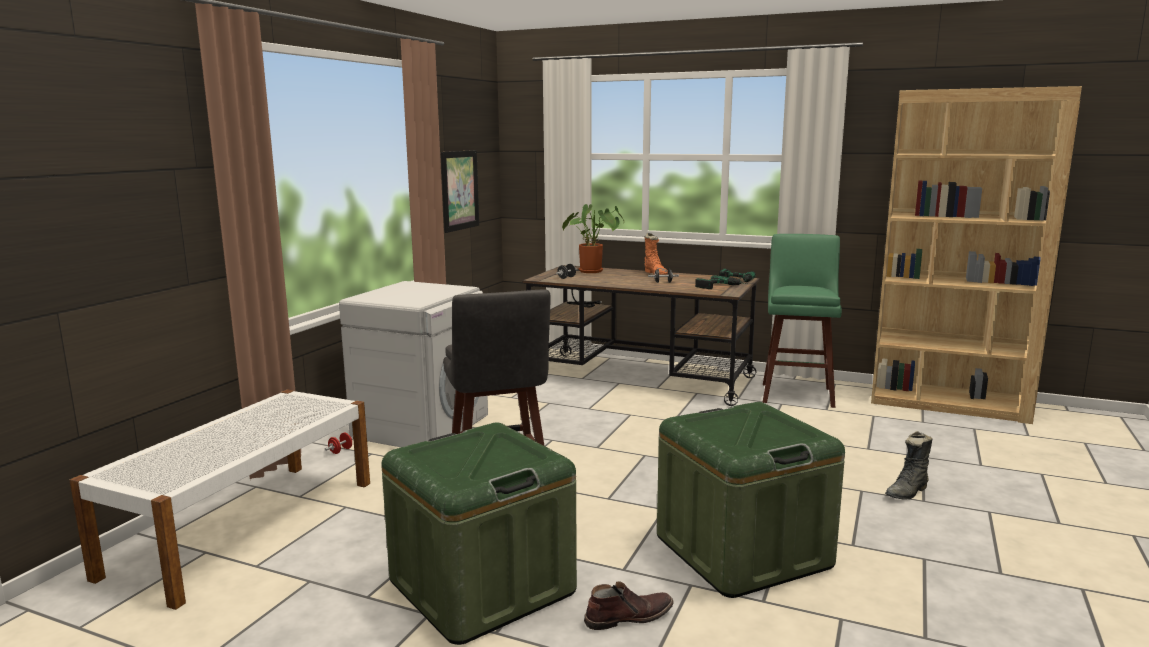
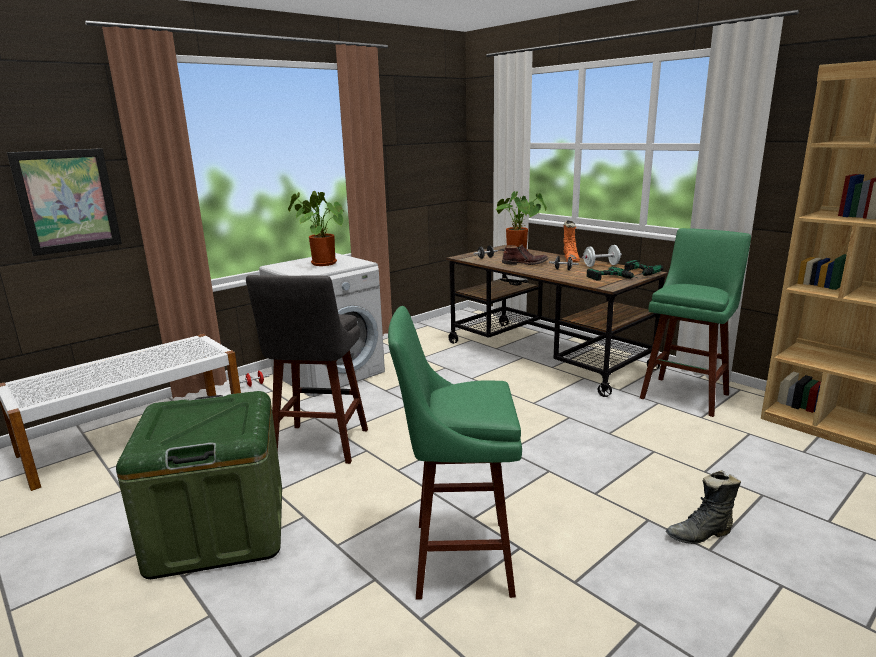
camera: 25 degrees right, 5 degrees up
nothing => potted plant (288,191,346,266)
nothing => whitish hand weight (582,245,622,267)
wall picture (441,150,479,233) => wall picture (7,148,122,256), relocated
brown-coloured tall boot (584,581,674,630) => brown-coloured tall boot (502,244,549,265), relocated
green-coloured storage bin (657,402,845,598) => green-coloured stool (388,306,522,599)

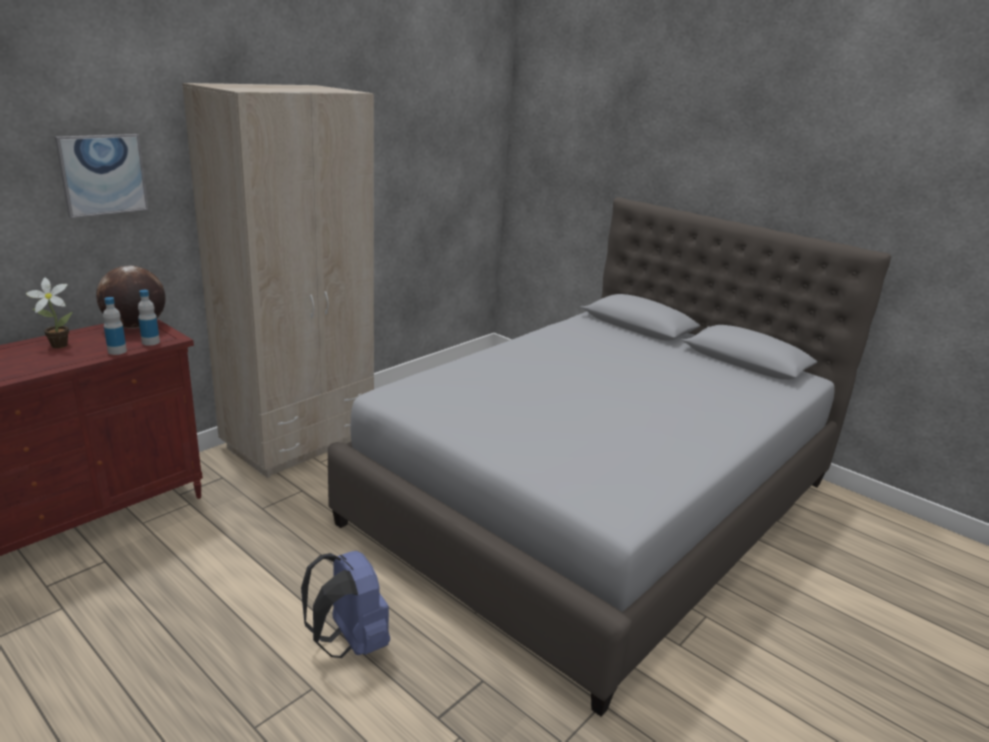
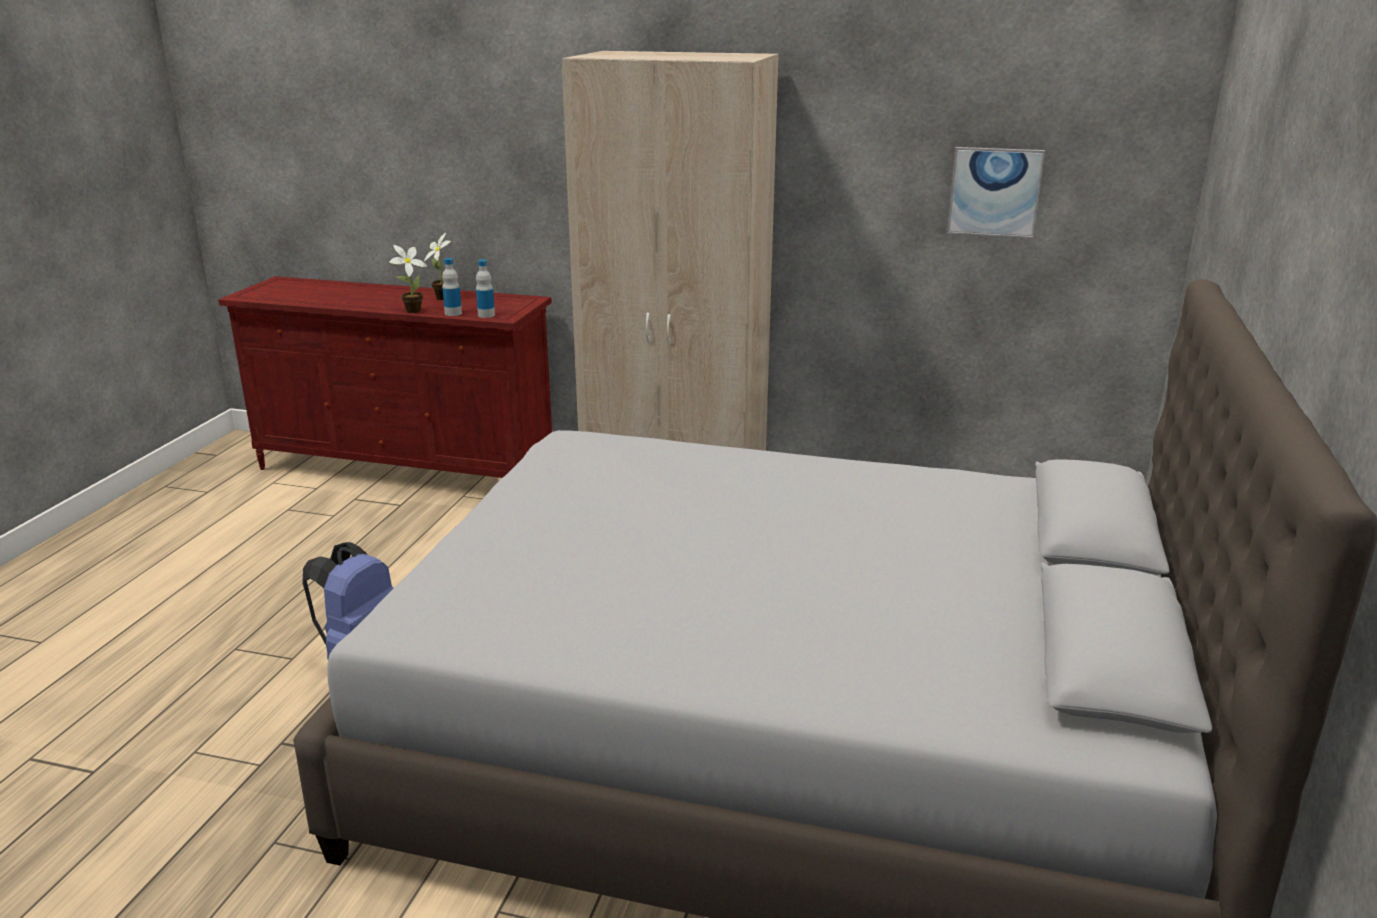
camera: 65 degrees right, 0 degrees up
world globe (96,266,166,329) => nothing
nothing => potted plant (389,245,427,313)
wall picture (55,134,148,218) => wall picture (947,147,1045,238), relocated

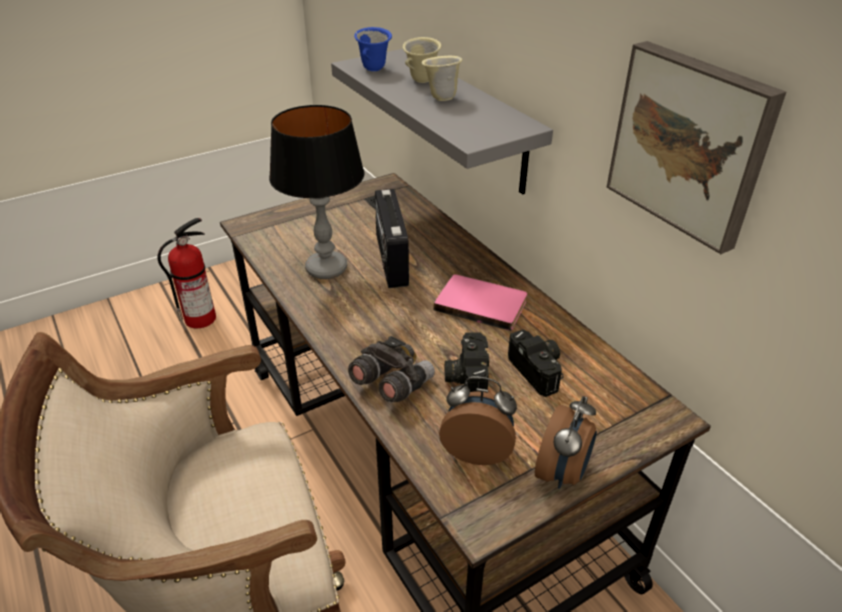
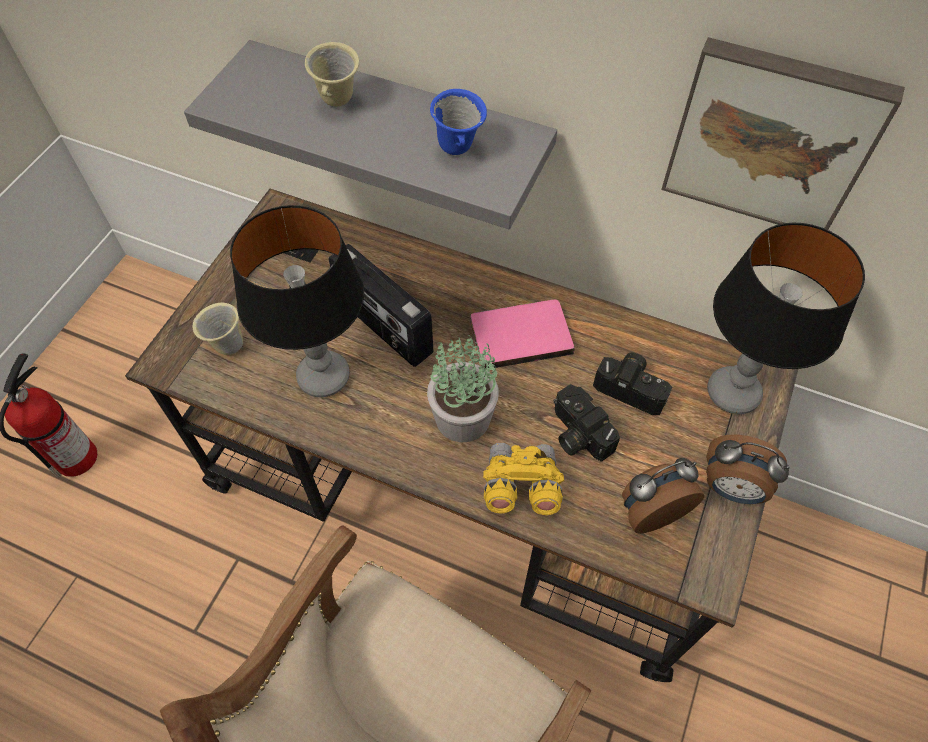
camera: 35 degrees left, 20 degrees up
nothing => potted plant (427,335,499,442)
nothing => tabletop lamp (707,223,865,414)
blue coffee mug (354,27,392,71) => blue coffee mug (430,89,487,155), relocated
beige-coloured coffee mug (422,56,462,101) => beige-coloured coffee mug (192,303,243,355), relocated
greyish binoculars (348,336,435,403) => yellow-coloured binoculars (483,443,564,516)
bedside clock (535,396,597,489) => bedside clock (706,435,790,504), 120 degrees clockwise

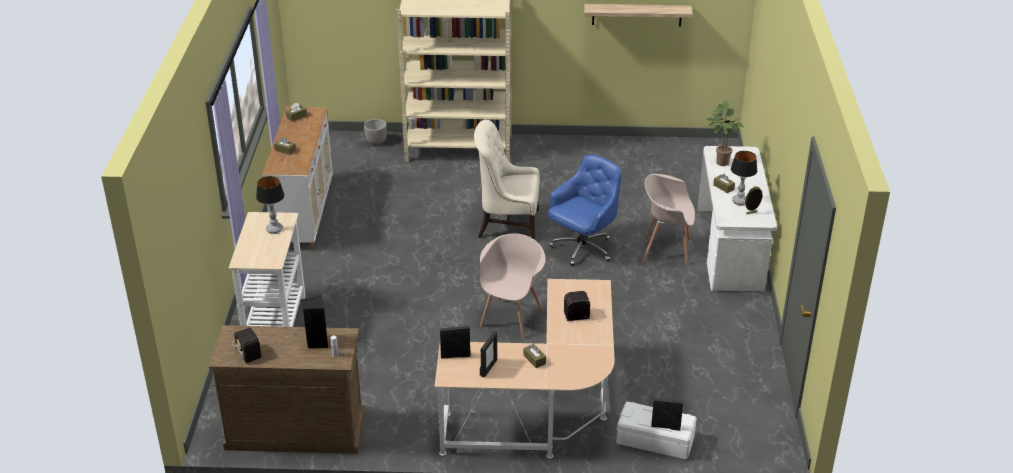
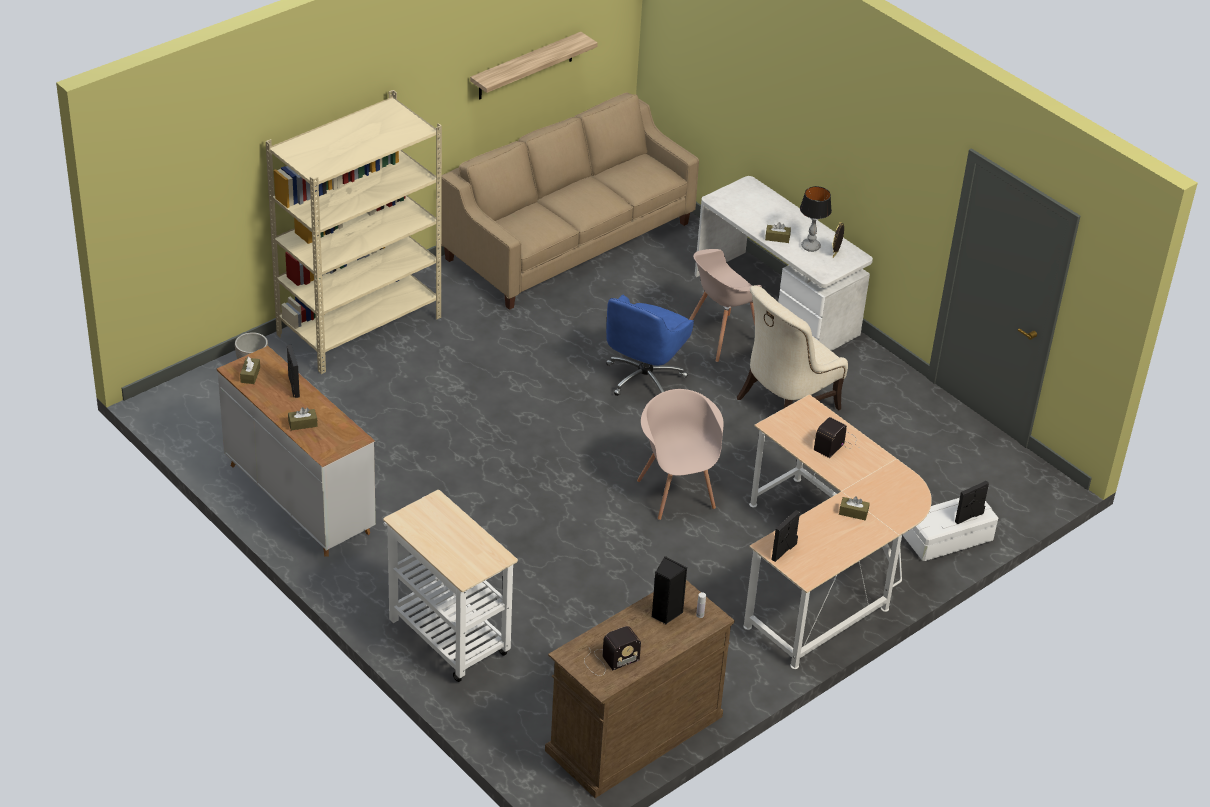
camera: 45 degrees left, 5 degrees up
tabletop lamp (256,176,284,234) => nothing
potted plant (707,101,744,166) => nothing
nothing => beige-coloured settee (441,93,699,310)
beige-coloured easy chair (474,120,540,241) => beige-coloured easy chair (737,286,848,410), relocated
picture frame (480,331,497,378) => picture frame (287,345,300,398), relocated
radio receiver (233,327,263,363) => radio receiver (584,626,641,676), 45 degrees counterclockwise
blue office chair (548,154,621,266) => blue office chair (606,294,694,396), 150 degrees counterclockwise

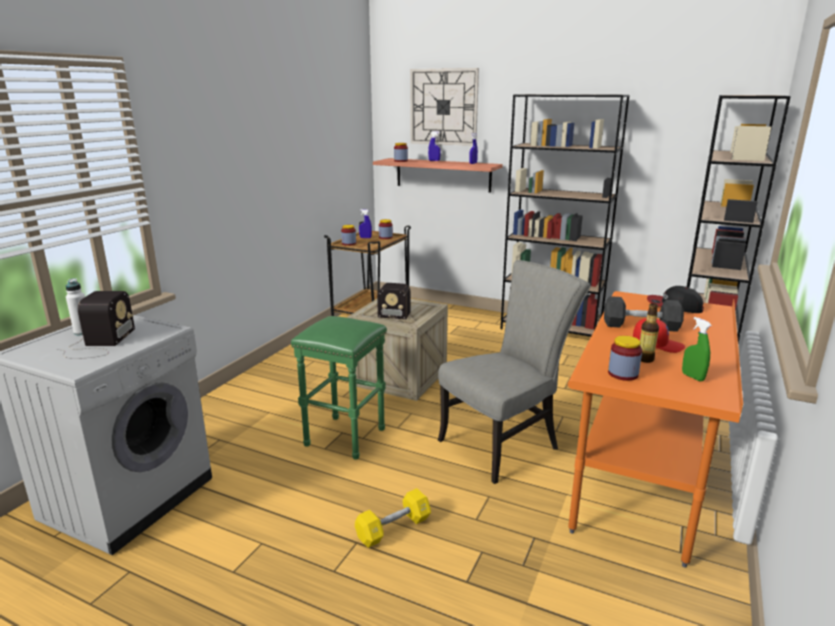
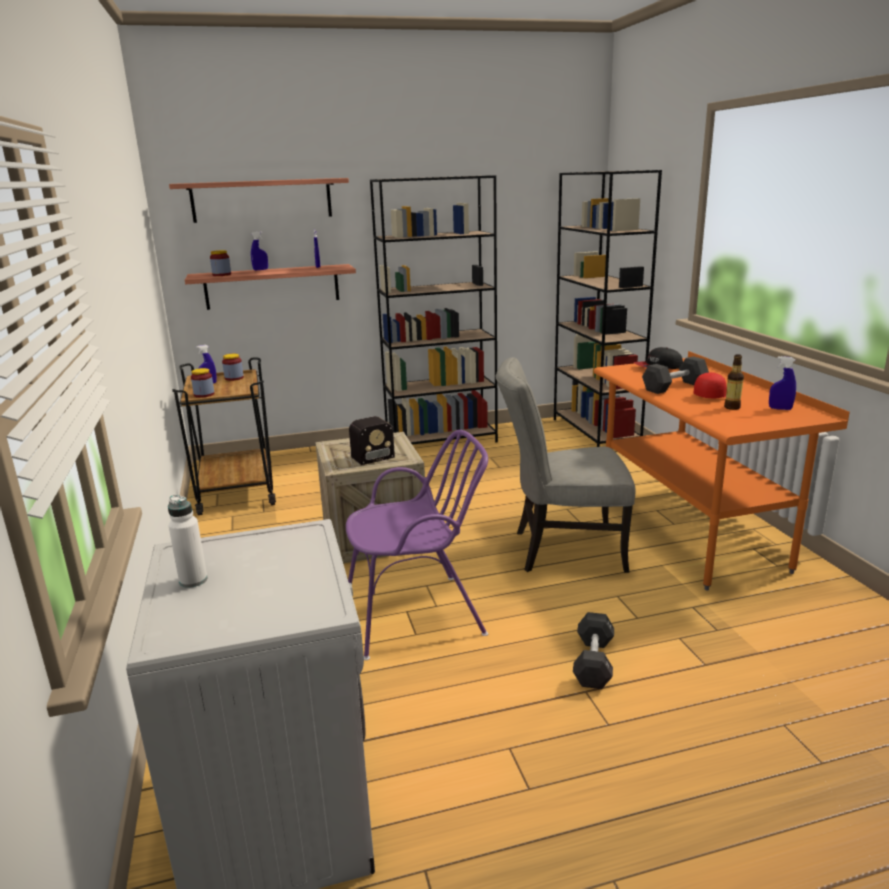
camera: 40 degrees left, 0 degrees up
radio receiver (56,291,135,359) => nothing
jar (608,336,642,381) => nothing
green-coloured stool (291,316,387,460) => purple-coloured chair (346,430,488,660)
hanging clock (410,68,479,146) => bracket shelf (169,178,349,223)
yellow-coloured hand weight (355,488,431,548) => black-coloured hand weight (573,612,614,689)
green-coloured hand sprayer (682,317,712,382) => blue hand sprayer (769,356,796,410)
greyish chair (438,260,591,484) => greyish chair (496,357,636,573), 105 degrees counterclockwise

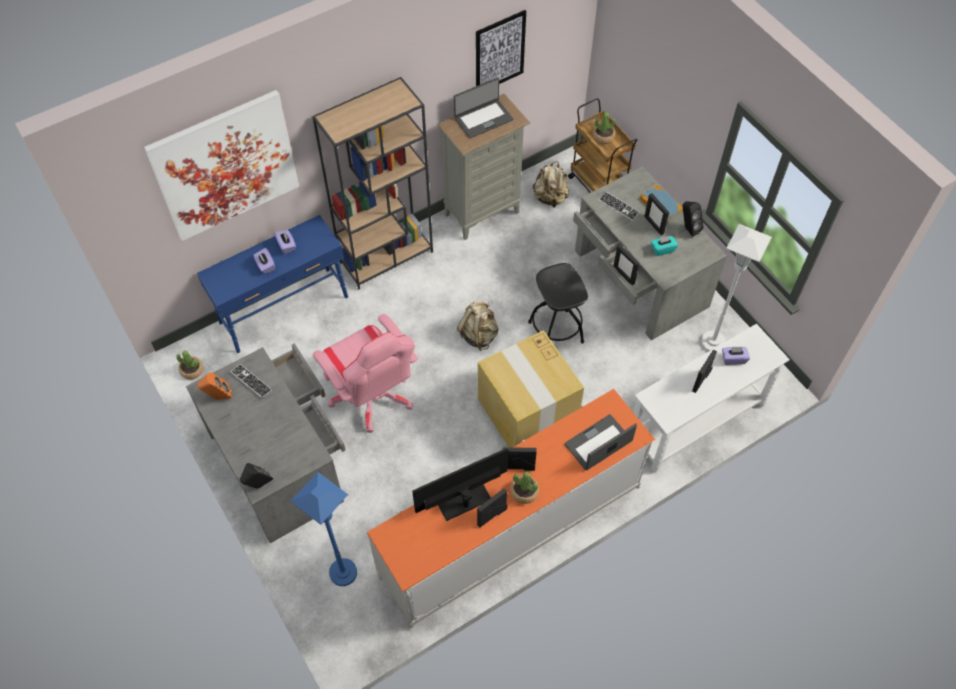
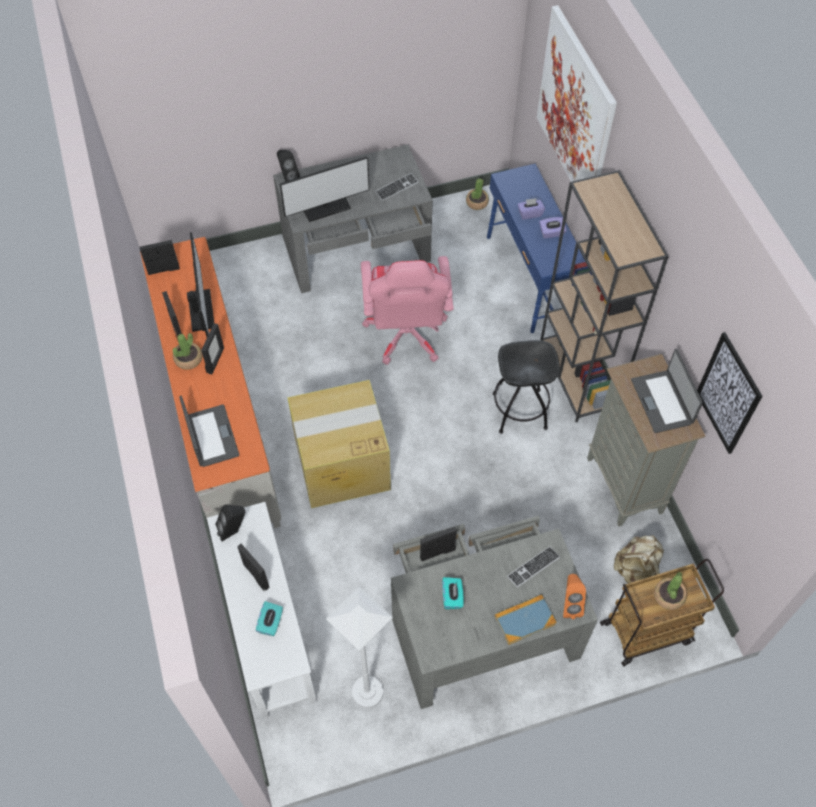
camera: 105 degrees right, 0 degrees up
blue standard lamp (291,472,357,586) => nothing
beige-coloured backpack (457,301,499,351) => nothing
nothing => monitor (280,156,370,222)
orange audio speaker (198,372,232,400) => orange audio speaker (563,574,586,619), relocated
black-coloured stool (528,263,588,344) => black-coloured stool (493,340,560,434), relocated
picture frame (644,193,669,235) => picture frame (139,240,180,275), relocated
black-coloured audio speaker (683,201,704,237) => black-coloured audio speaker (216,505,245,541), relocated
purple-coloured tissue box (722,347,750,365) => turquoise tissue box (256,601,283,636)
pink-coloured office chair (313,314,418,433) => pink-coloured office chair (361,256,454,365), 75 degrees counterclockwise

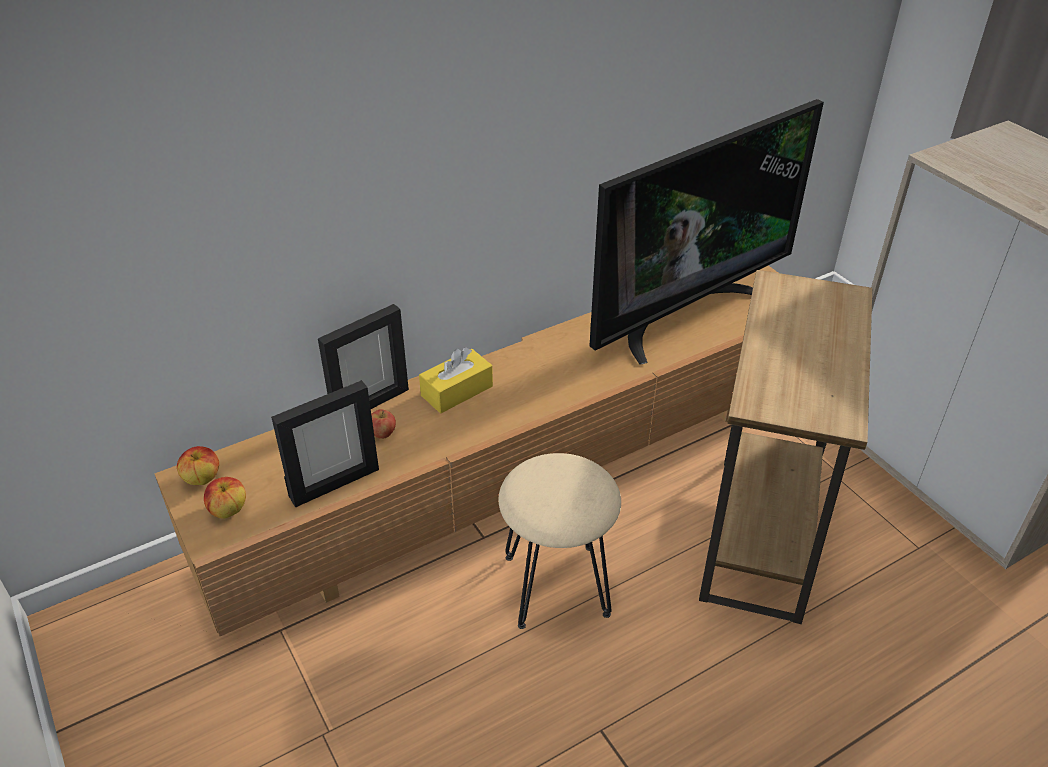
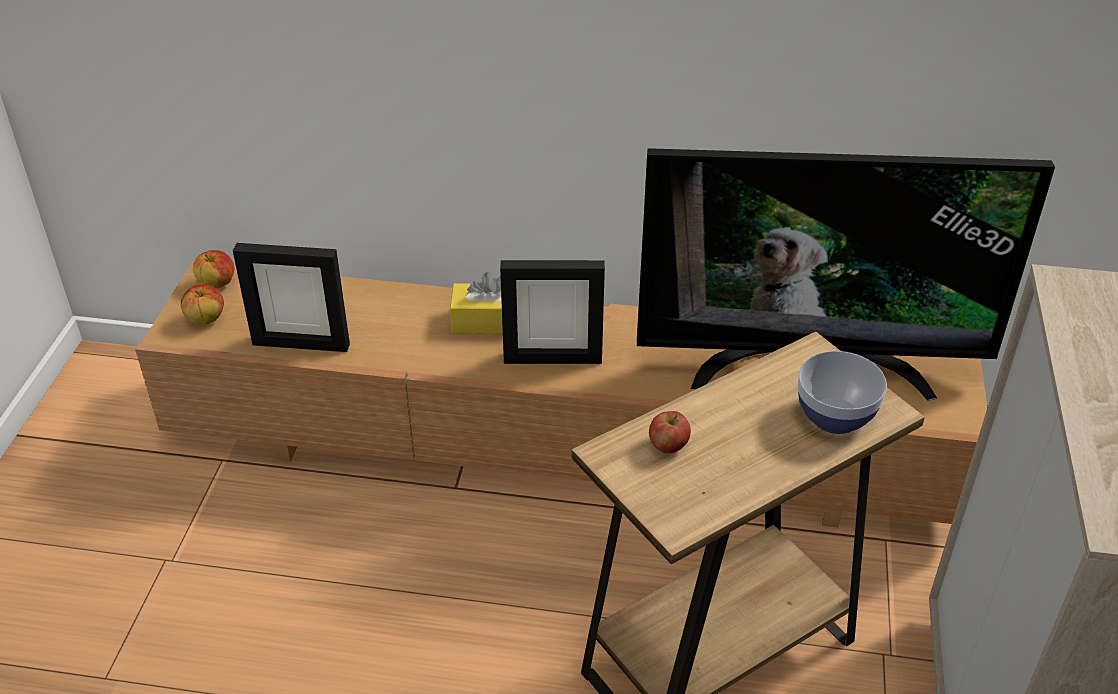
camera: 40 degrees right, 0 degrees up
beige-coloured stool (499,453,621,629) => nothing
nothing => deep dish (798,351,887,434)
picture frame (318,304,409,409) => picture frame (500,260,605,364), relocated
apple fruit (371,409,396,439) => apple fruit (649,411,691,454), relocated

